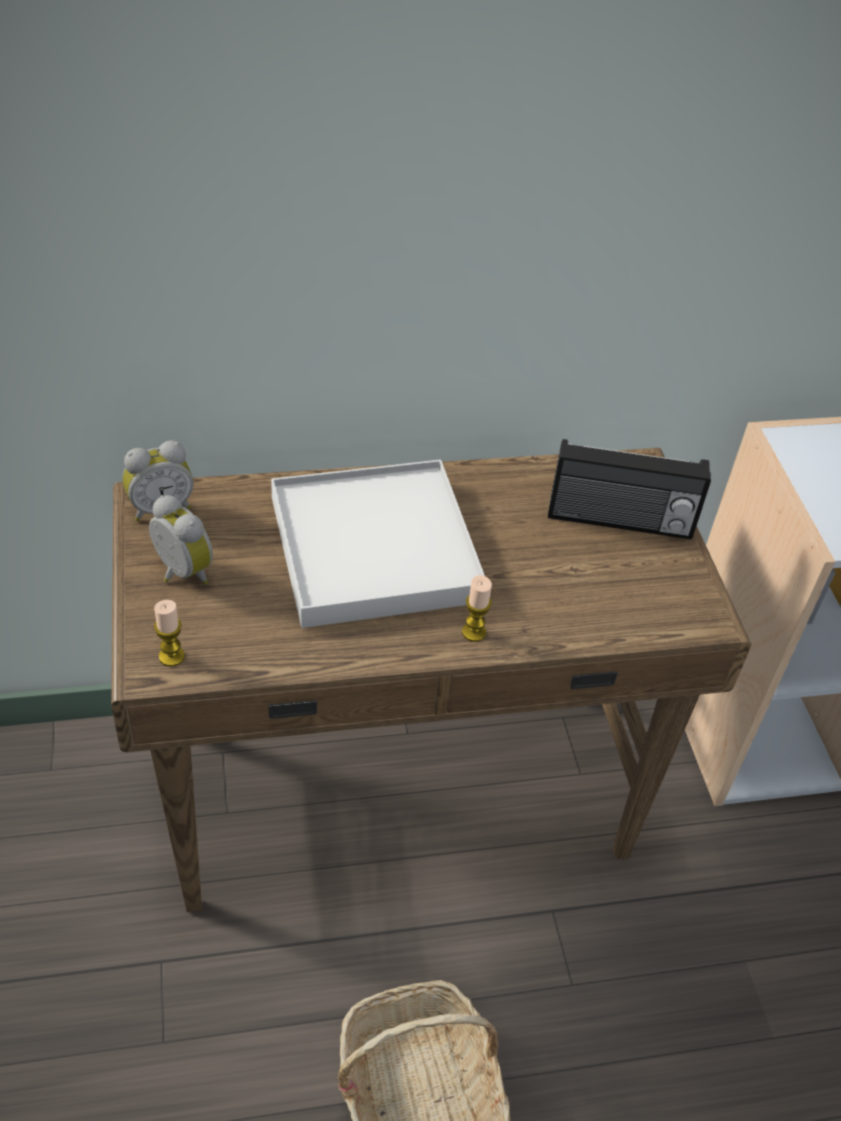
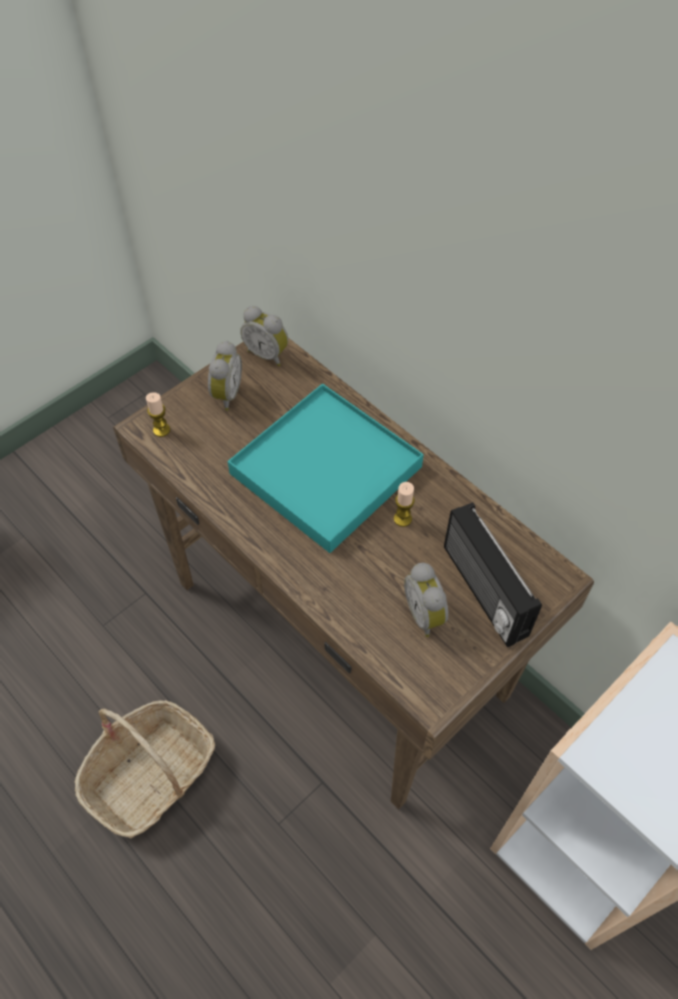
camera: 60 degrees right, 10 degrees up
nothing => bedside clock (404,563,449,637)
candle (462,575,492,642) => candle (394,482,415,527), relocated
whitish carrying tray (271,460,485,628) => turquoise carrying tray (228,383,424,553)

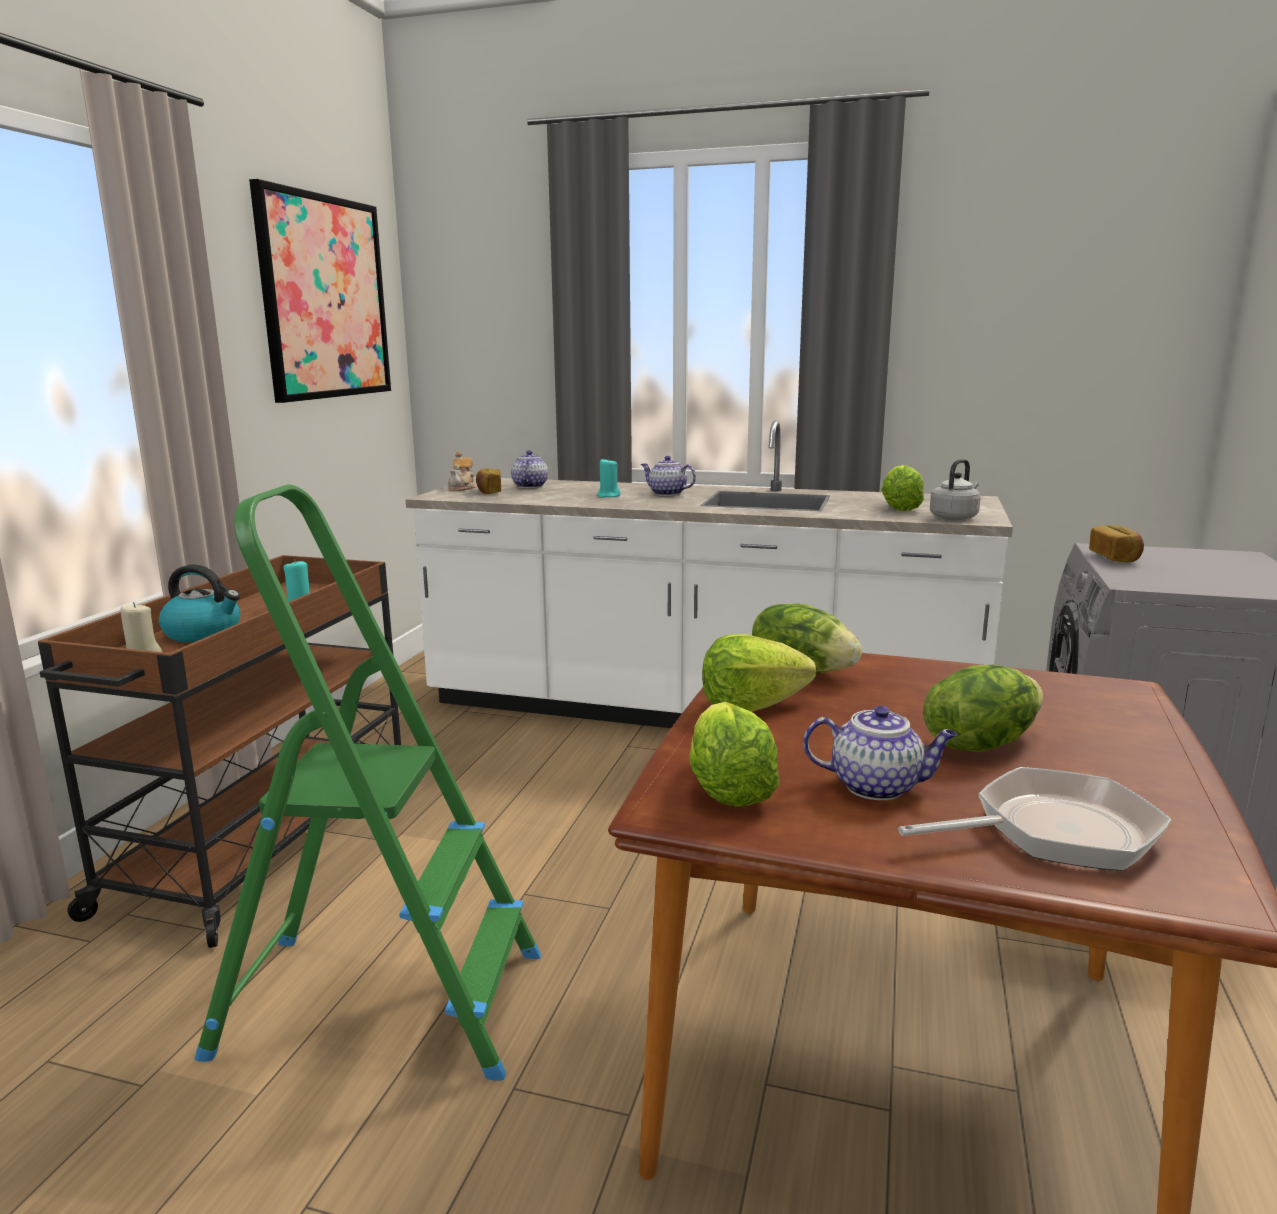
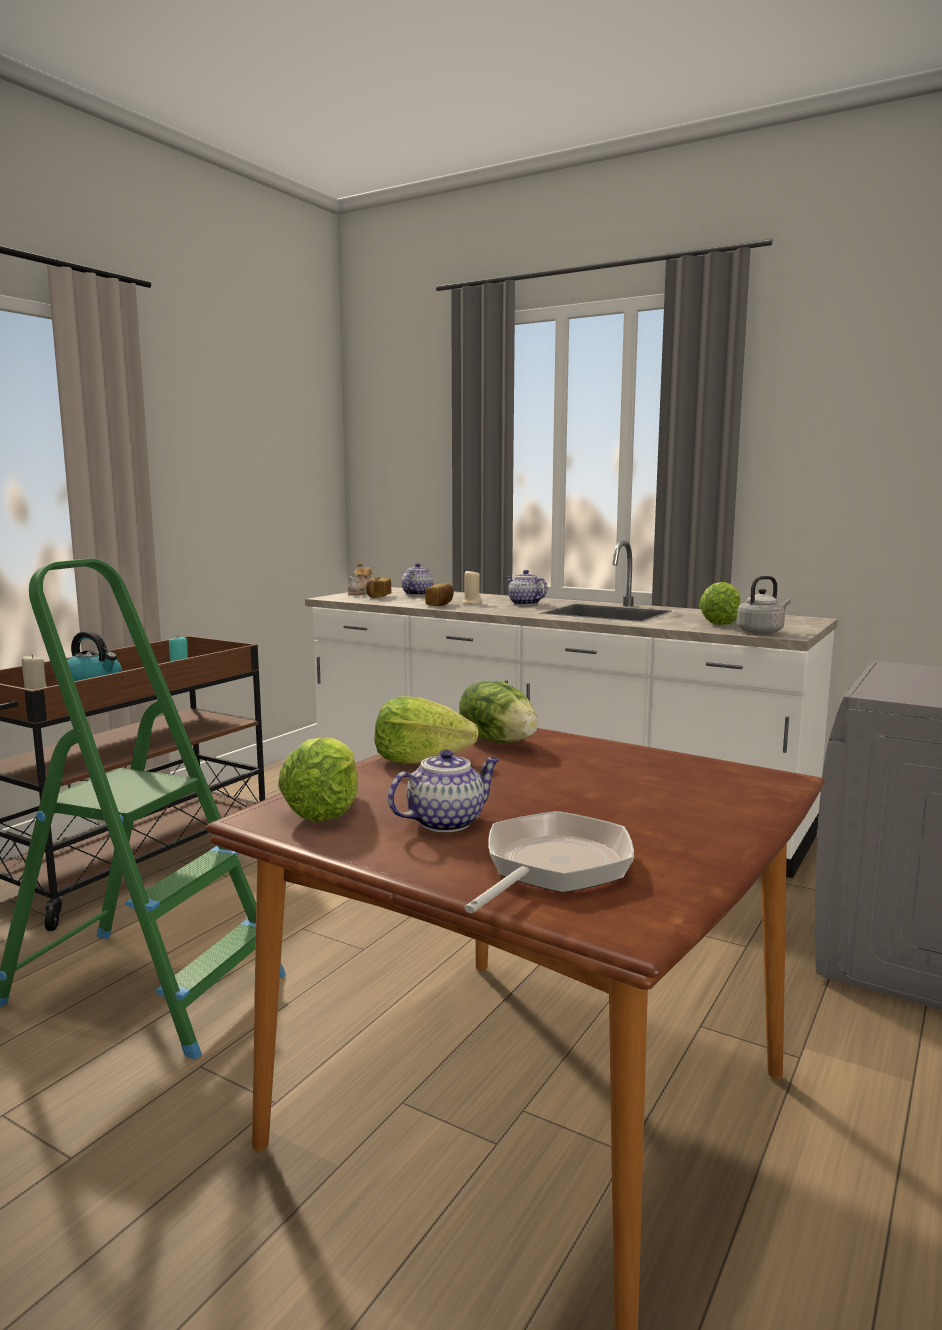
camera: 15 degrees right, 5 degrees down
wall picture (249,179,391,403) => nothing
head of lettuce (923,665,1043,752) => nothing
bakery bread (1089,525,1144,563) => bakery bread (425,583,454,606), relocated
turquoise candle (597,458,621,498) => beige-coloured candle (462,570,482,604)
tea pot (803,705,958,800) => tea pot (388,749,499,832), 60 degrees counterclockwise
skillet (898,767,1171,871) => skillet (464,811,634,913), 60 degrees counterclockwise

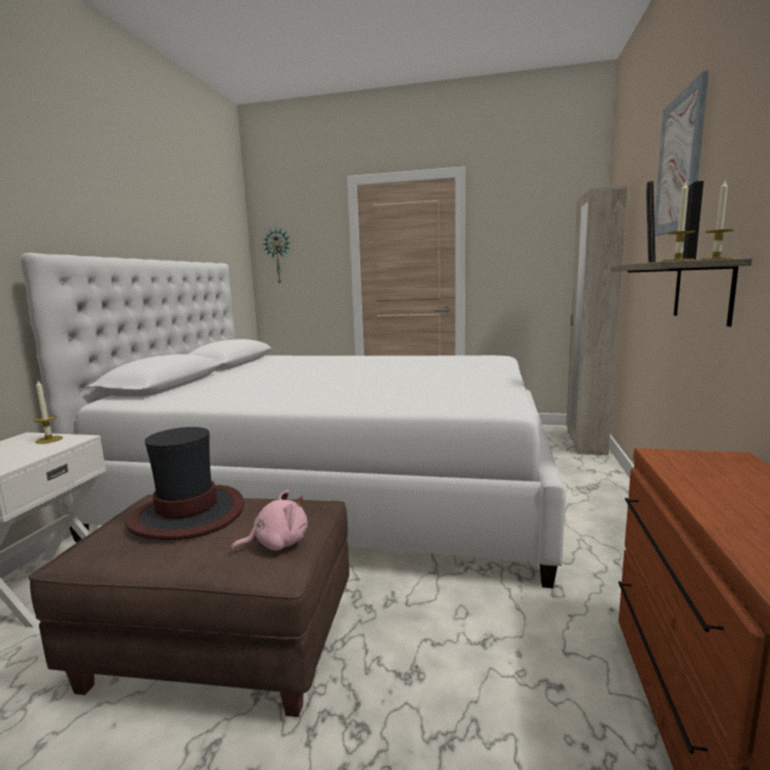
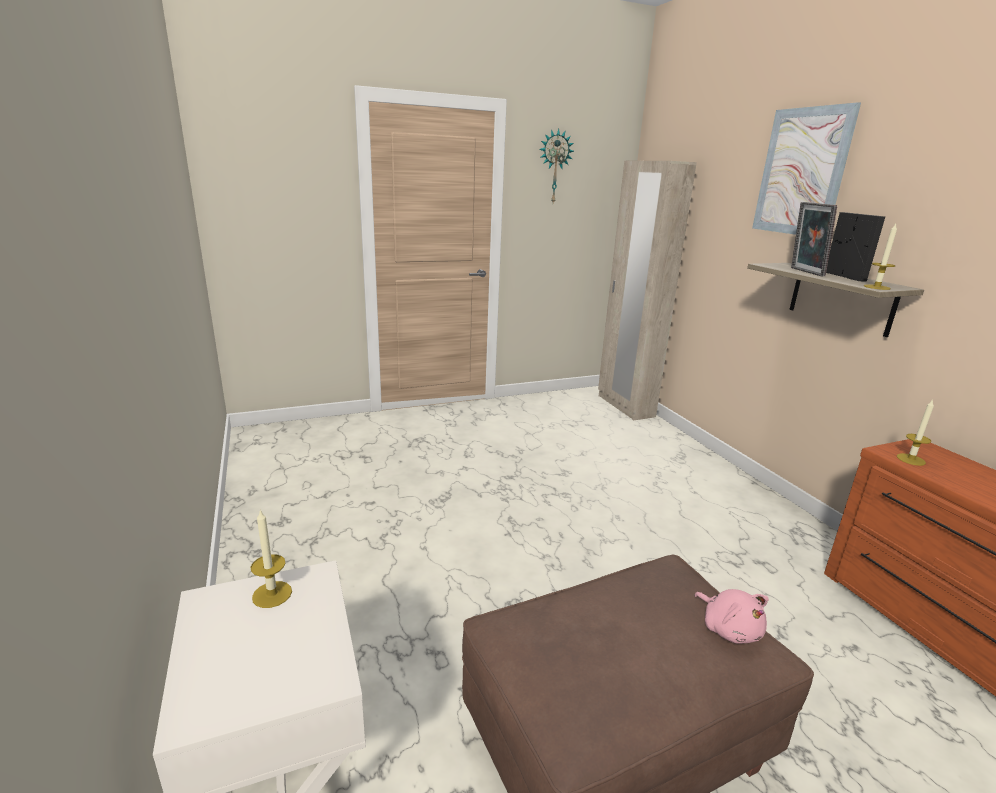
camera: 35 degrees left, 10 degrees up
whitish sleeping bed (20,253,566,588) => nothing
wearable hat (126,427,244,540) => nothing
hanging clock (263,227,291,285) => hanging clock (540,129,574,203), relocated
candle (700,181,734,260) => candle (897,399,934,466), relocated
pink-coloured soft toy (231,490,308,551) => pink-coloured soft toy (694,589,769,644), 120 degrees clockwise

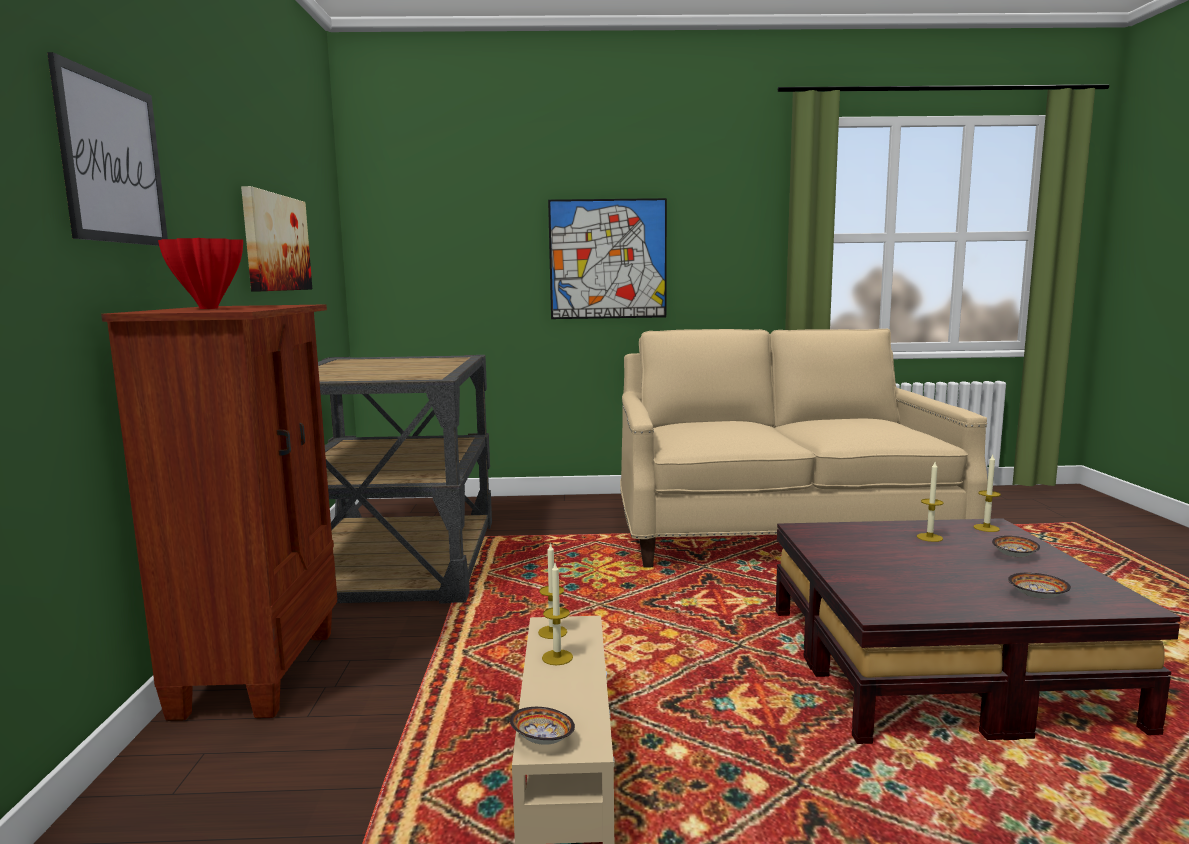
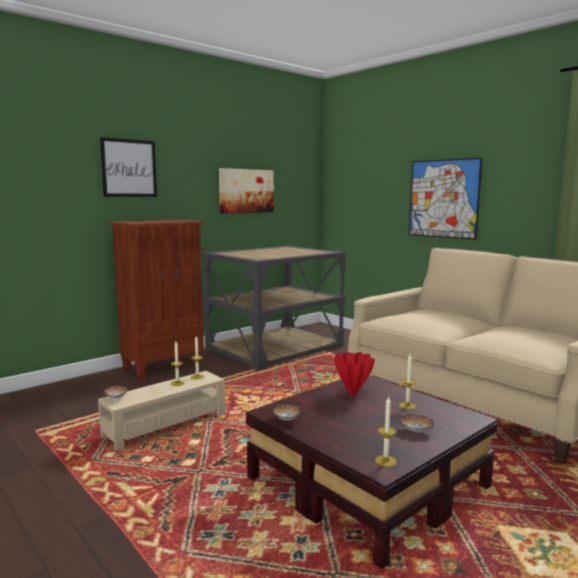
camera: 50 degrees right, 0 degrees up
red decorative vase (158,238,243,309) => red decorative vase (334,352,375,395), relocated
candle (974,455,1001,532) => candle (375,396,397,467), relocated
deep dish (1008,573,1071,598) => deep dish (272,404,301,421), relocated

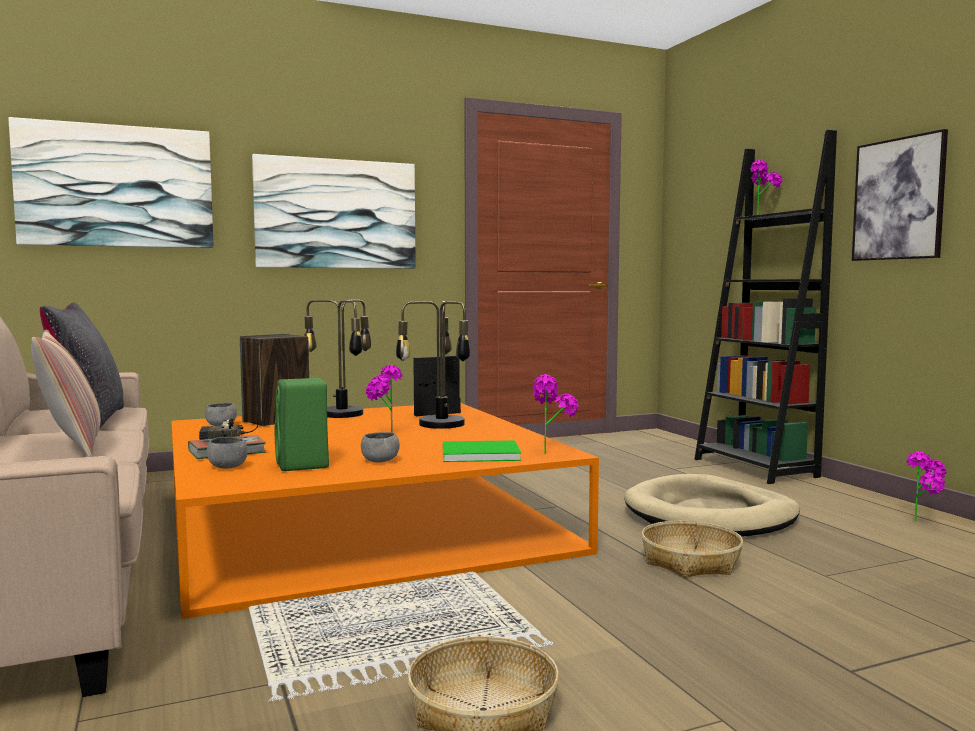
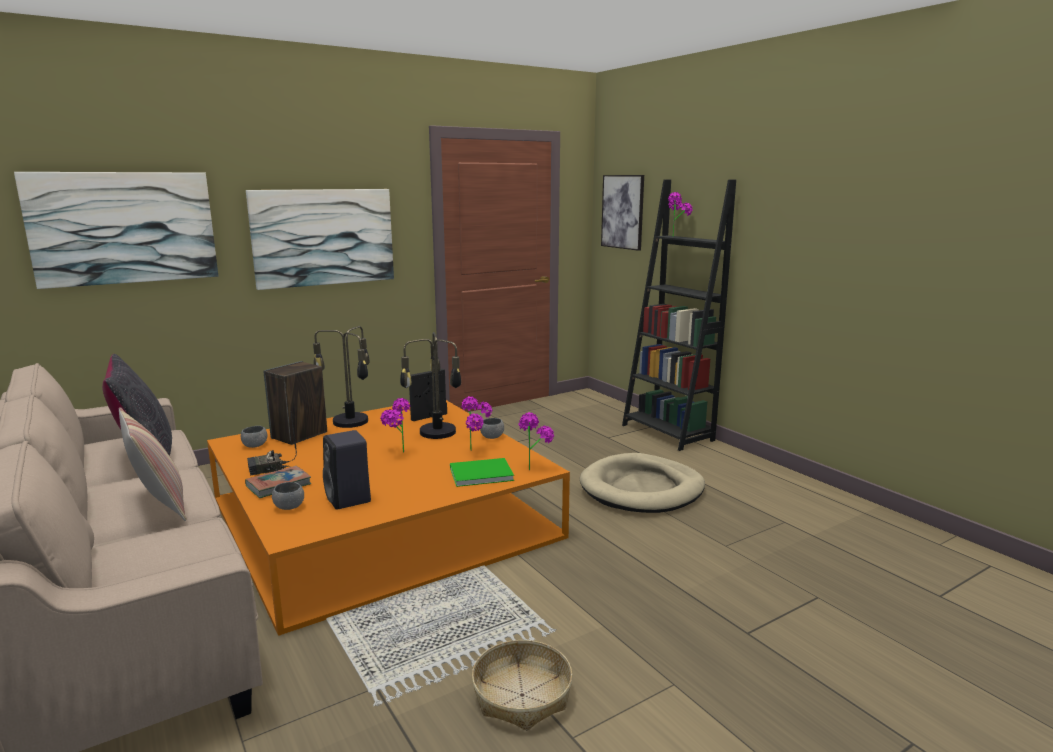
camera: 10 degrees left, 10 degrees up
household basket (641,521,743,578) => nothing
greyish deep dish (361,432,400,462) => greyish deep dish (480,418,504,439), relocated
wall picture (852,129,948,261) => wall picture (601,175,644,251), relocated
potted plant (906,451,946,521) => potted plant (461,396,493,450), relocated
green-coloured audio speaker (275,378,329,471) => black-coloured audio speaker (323,430,371,510)

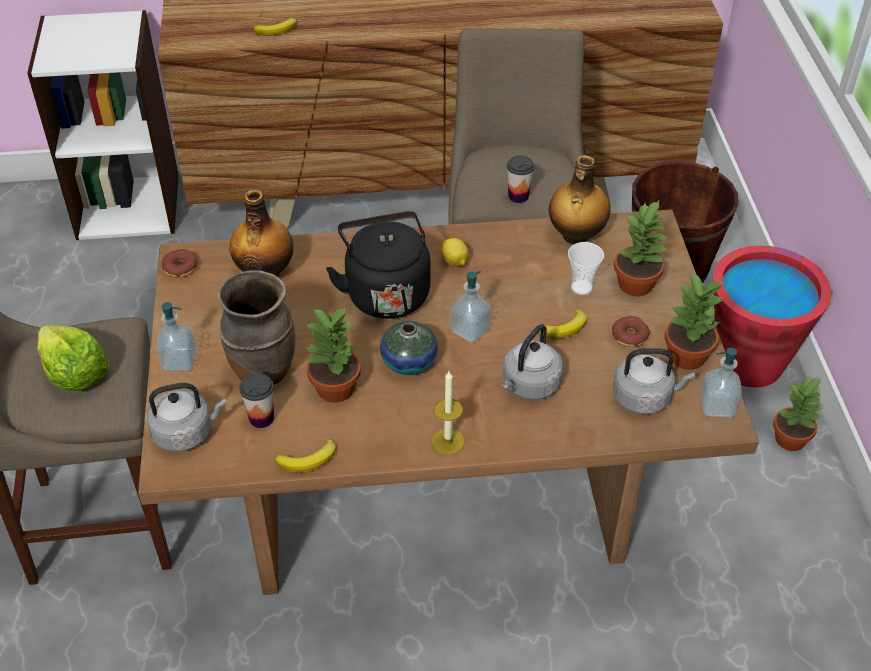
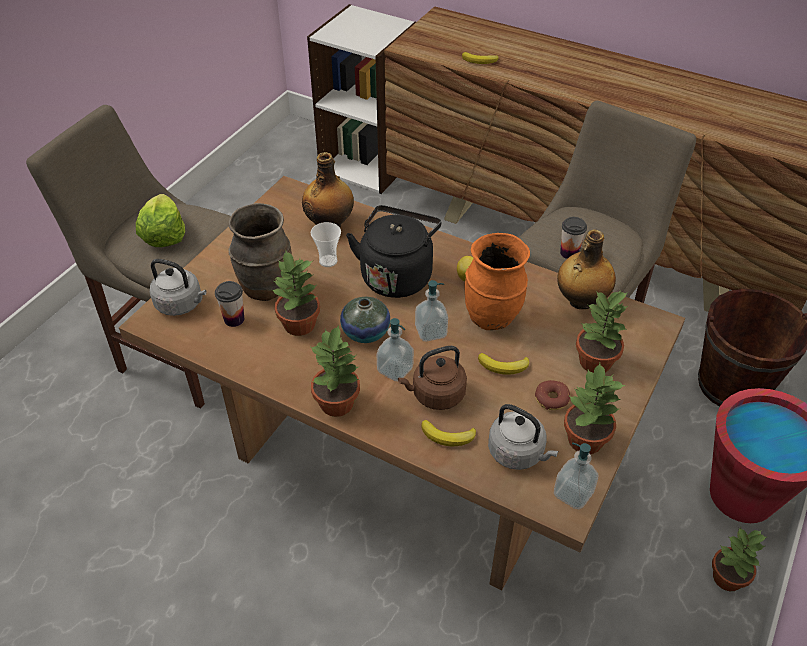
camera: 35 degrees right, 0 degrees up
doughnut (162,249,197,278) => nothing
nothing => orange decorative vase (464,233,530,330)
soap bottle (156,302,197,371) => soap bottle (376,318,414,382), relocated
banana fruit (275,439,336,472) => banana fruit (421,420,476,446), relocated
cup (568,242,604,295) => cup (311,222,341,267), relocated
candle (432,371,464,455) => potted plant (309,325,360,417)
greyish water kettle (502,324,563,400) => brown-coloured water kettle (398,346,467,410)

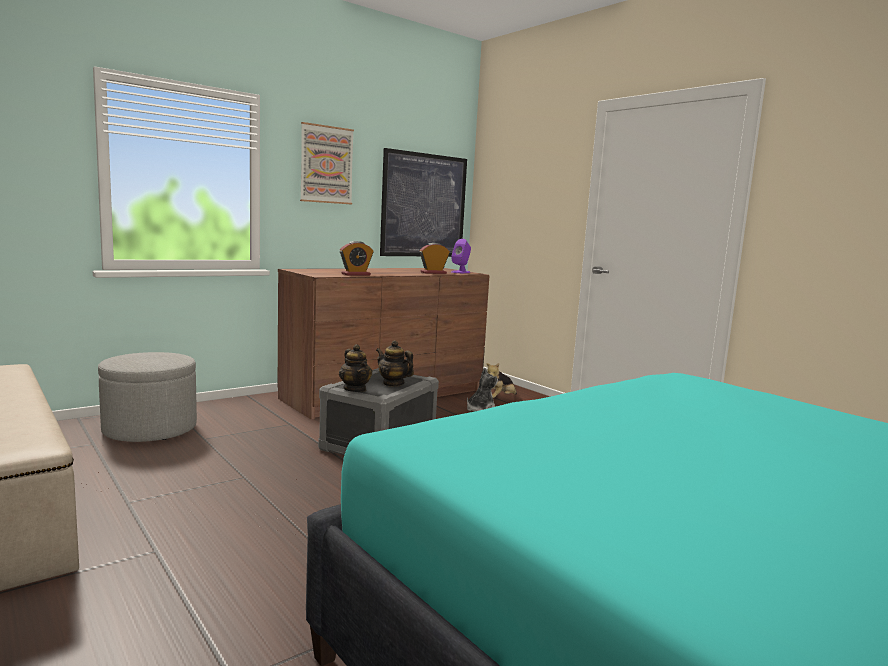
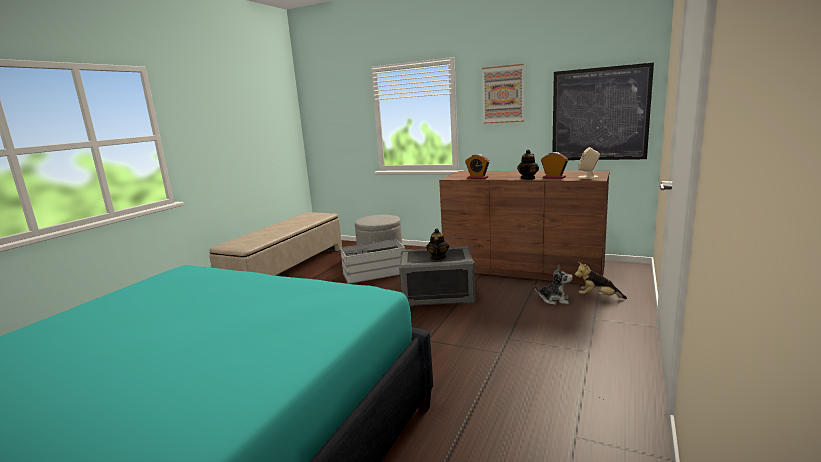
camera: 65 degrees right, 5 degrees up
nothing => greyish storage bin (340,239,405,284)
tea pot (339,344,372,392) => tea pot (517,150,539,180), relocated
purple-coloured audio speaker (451,239,471,273) => beige-coloured audio speaker (577,147,600,179)

